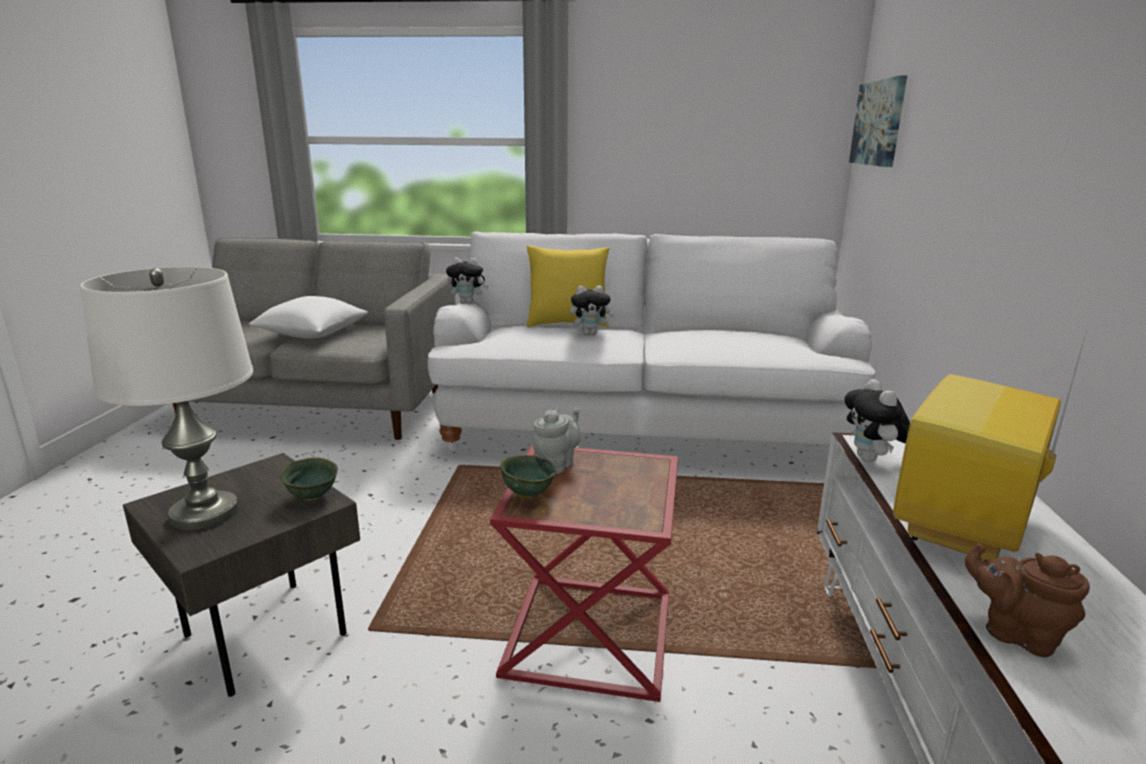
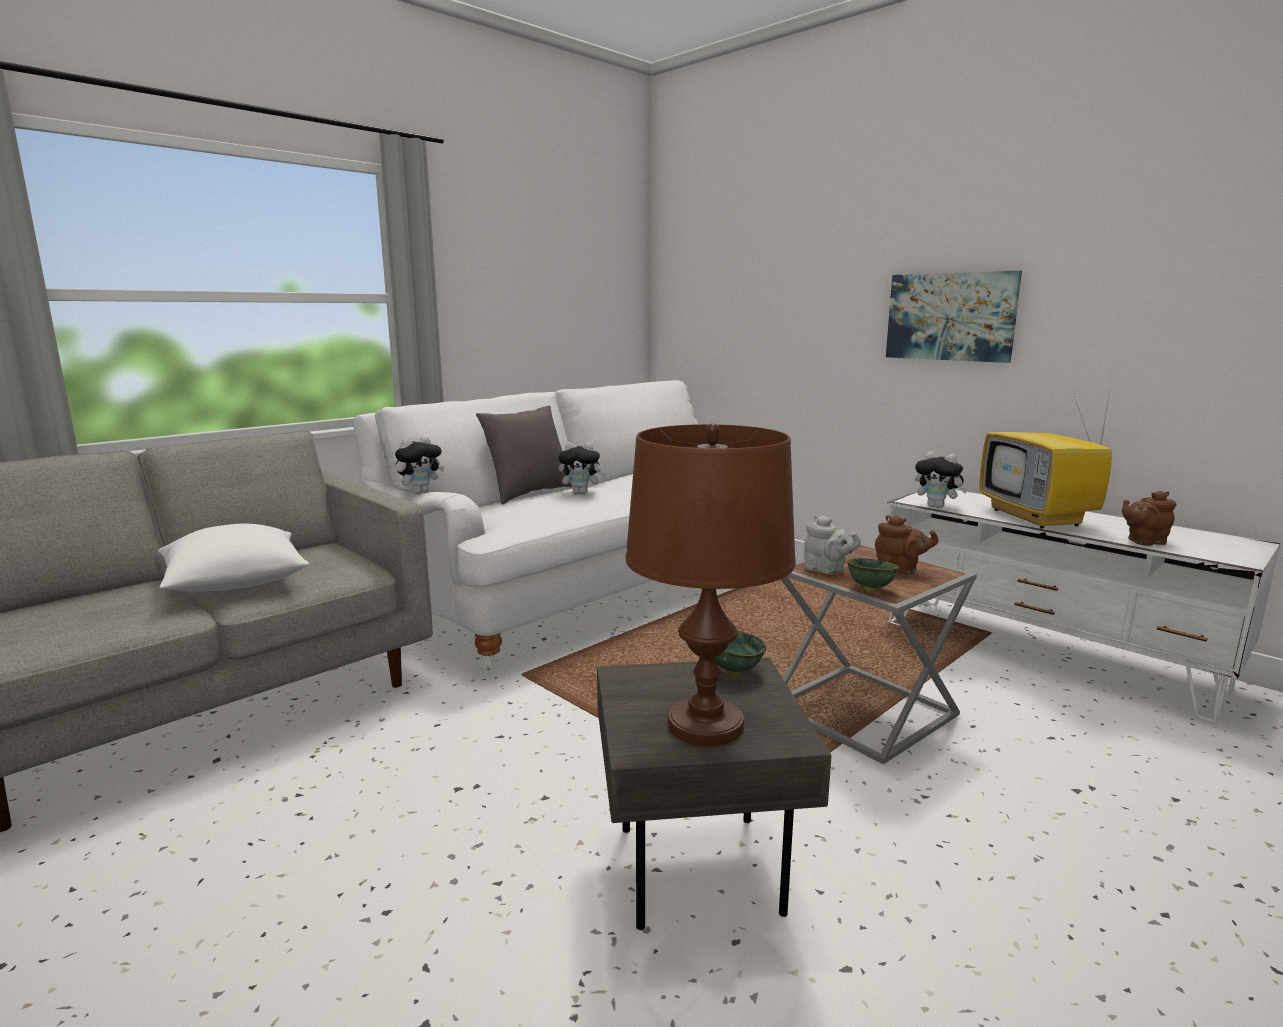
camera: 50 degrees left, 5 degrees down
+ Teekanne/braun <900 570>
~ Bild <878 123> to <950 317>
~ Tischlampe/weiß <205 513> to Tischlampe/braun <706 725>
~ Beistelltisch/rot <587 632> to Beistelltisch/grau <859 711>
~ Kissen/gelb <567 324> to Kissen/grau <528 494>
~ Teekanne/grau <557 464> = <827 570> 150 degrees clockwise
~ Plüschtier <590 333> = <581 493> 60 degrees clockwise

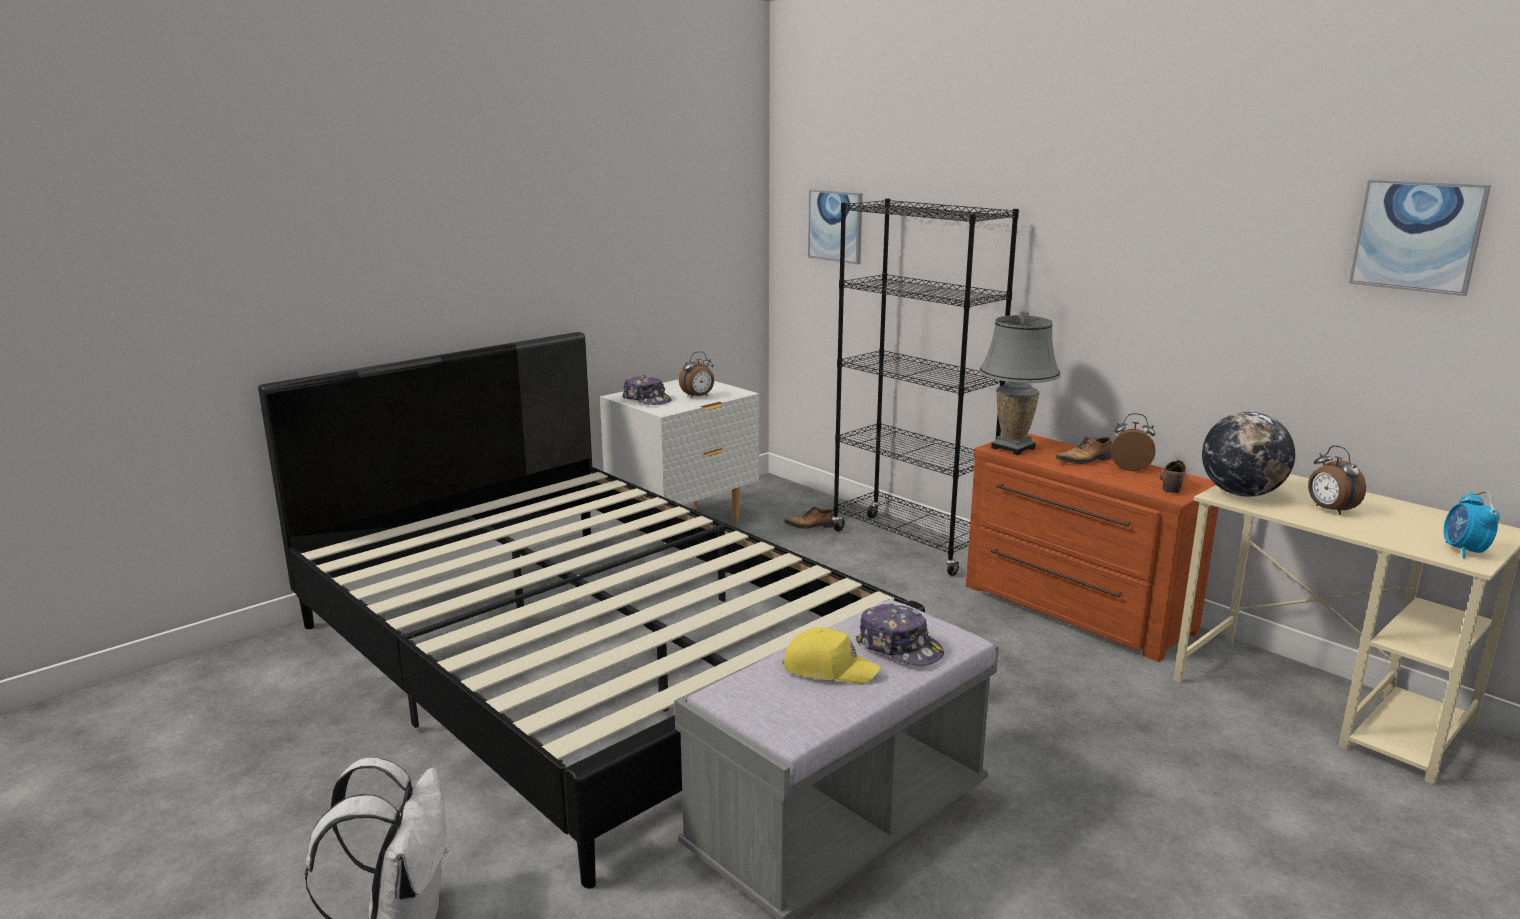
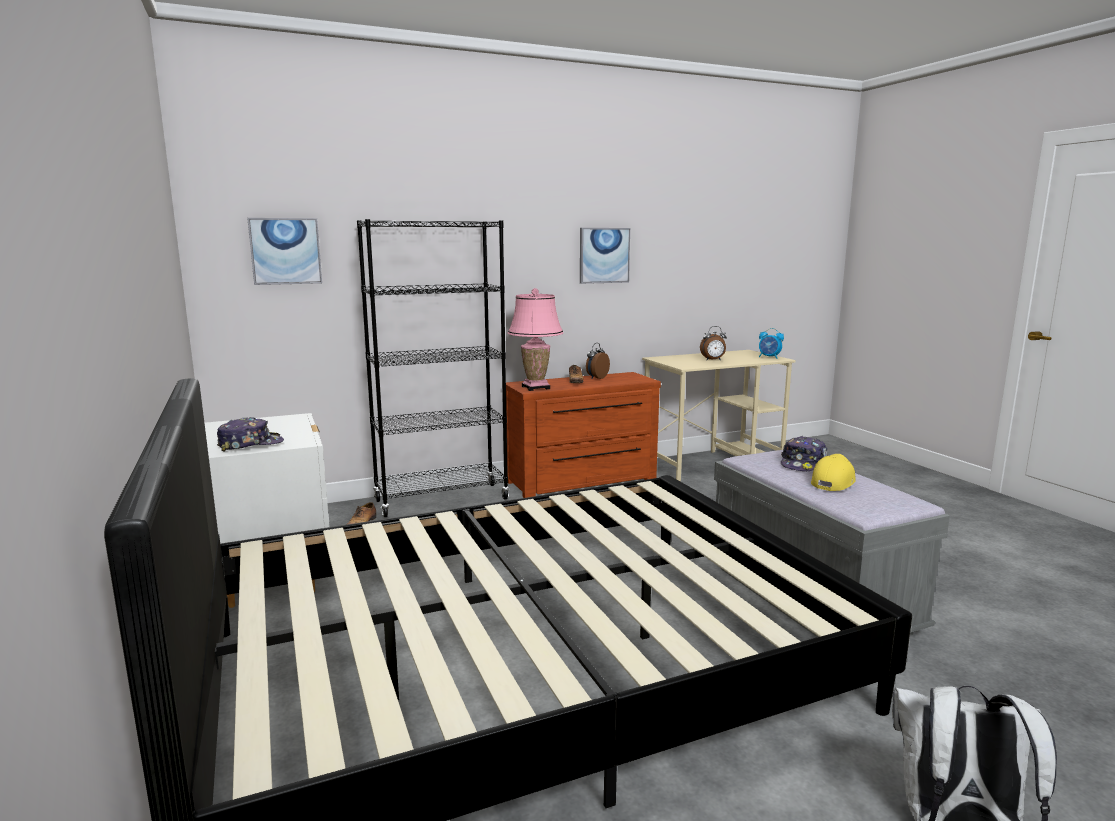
camera: 70 degrees left, 5 degrees down
- Wecker <698 397>
- Schuh <1172 483>
- Globus <1241 493>
~ Bild <1417 236> to <604 255>
~ Tischlampe/grau <1012 448> to Tischlampe/rosa <535 387>
~ Kappe <899 647> = <803 463> 150 degrees clockwise

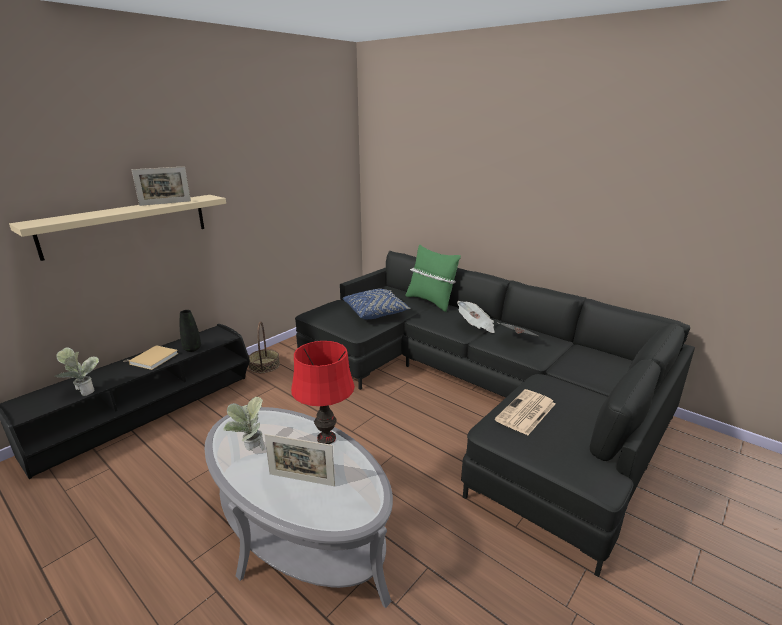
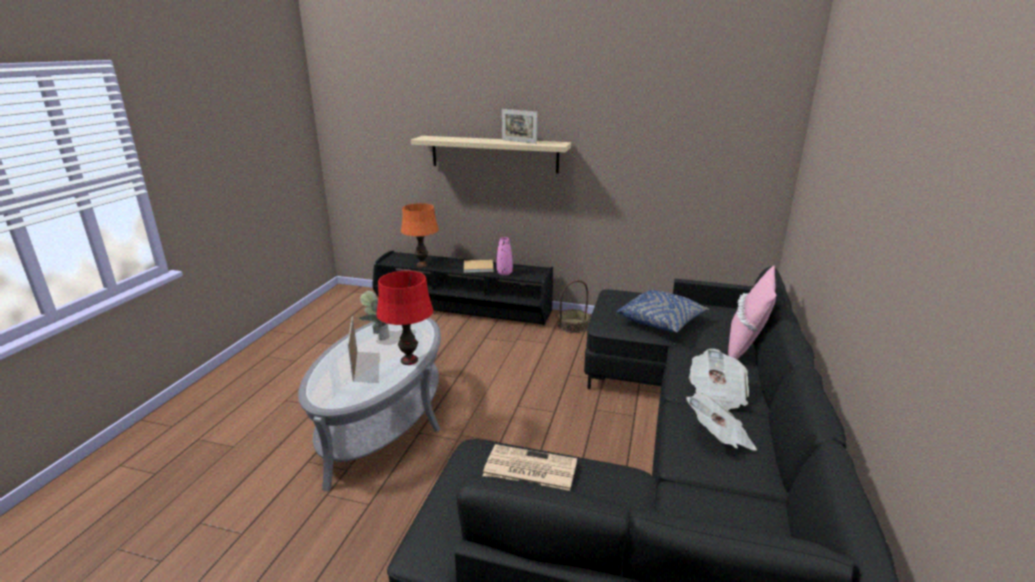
camera: 65 degrees right, 0 degrees up
~ Topfpflanze <83 391> to Tischlampe/orange <422 265>
~ Vase/schwarz <192 349> to Vase/rosa <504 273>
~ Kissen/grün <431 301> to Kissen/rosa <745 347>

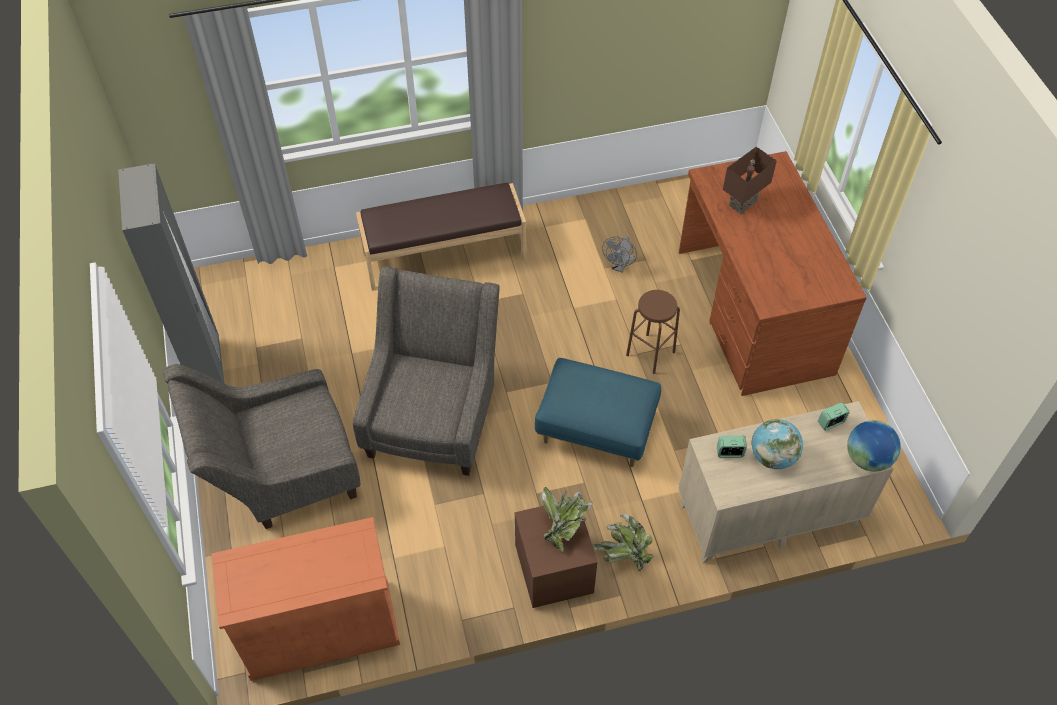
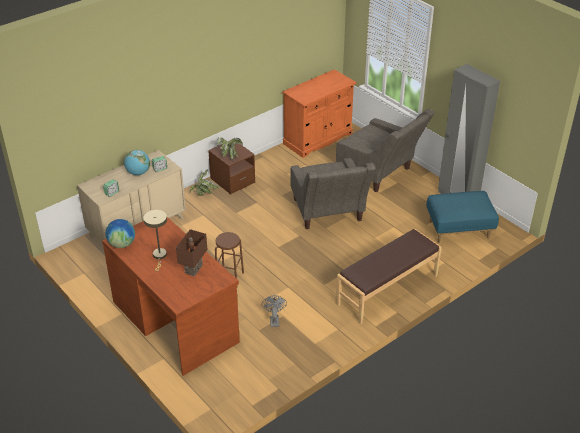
camera: 155 degrees right, 15 degrees down
+ Tischlampe/beige <159 256>
~ Polsterhocker/blau <597 430> to <458 230>
~ Globus <867 459> to <122 244>
~ Sessel/grau <281 474> = <380 174> 90 degrees clockwise

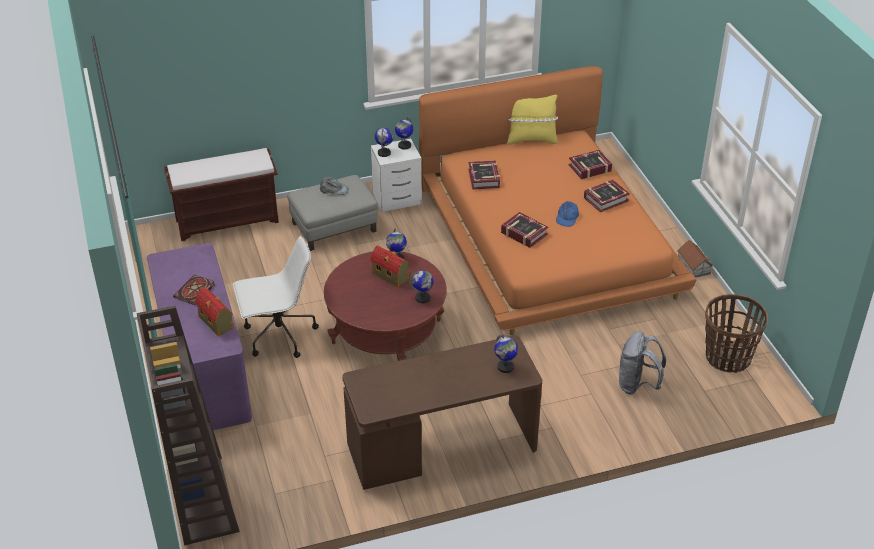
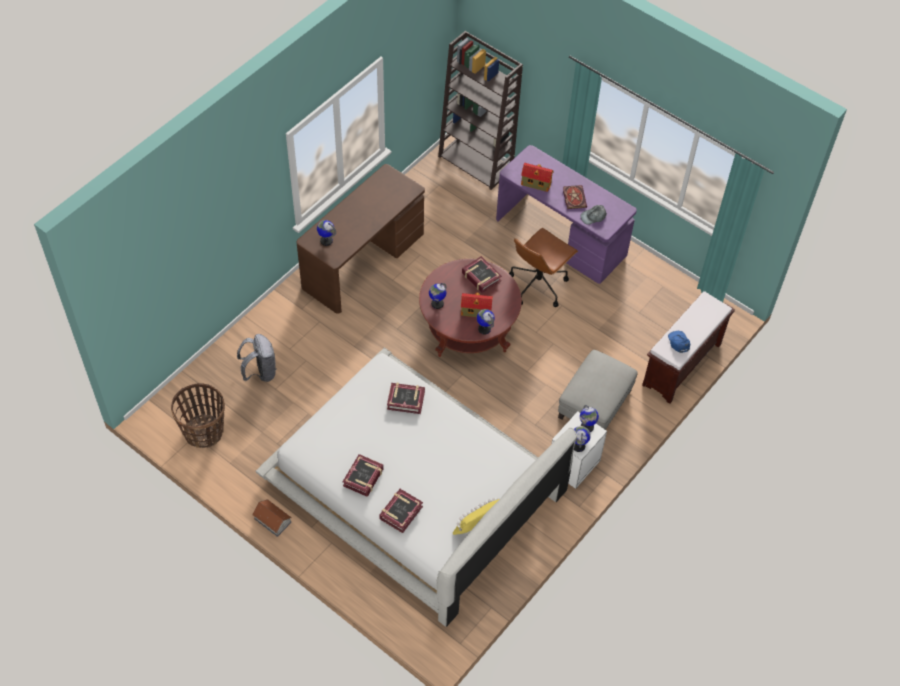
camera: 145 degrees right, 15 degrees up
~ Kappe/grau <334 189> to <593 216>
~ Buch <484 178> to <481 277>
~ Kappe/blau <567 217> to <678 342>
~ Bürostuhl/weiß <278 336> to Bürostuhl/braun <538 285>
~ Bett/orange <547 238> to Bett/weiß <414 487>

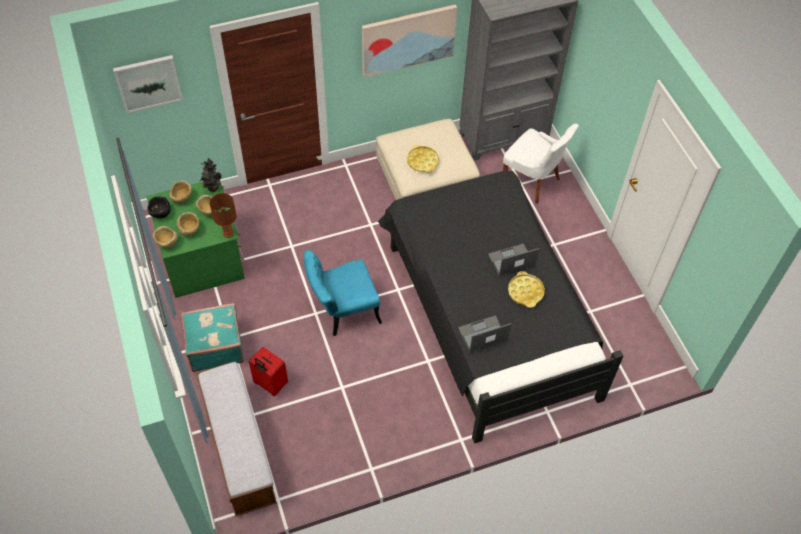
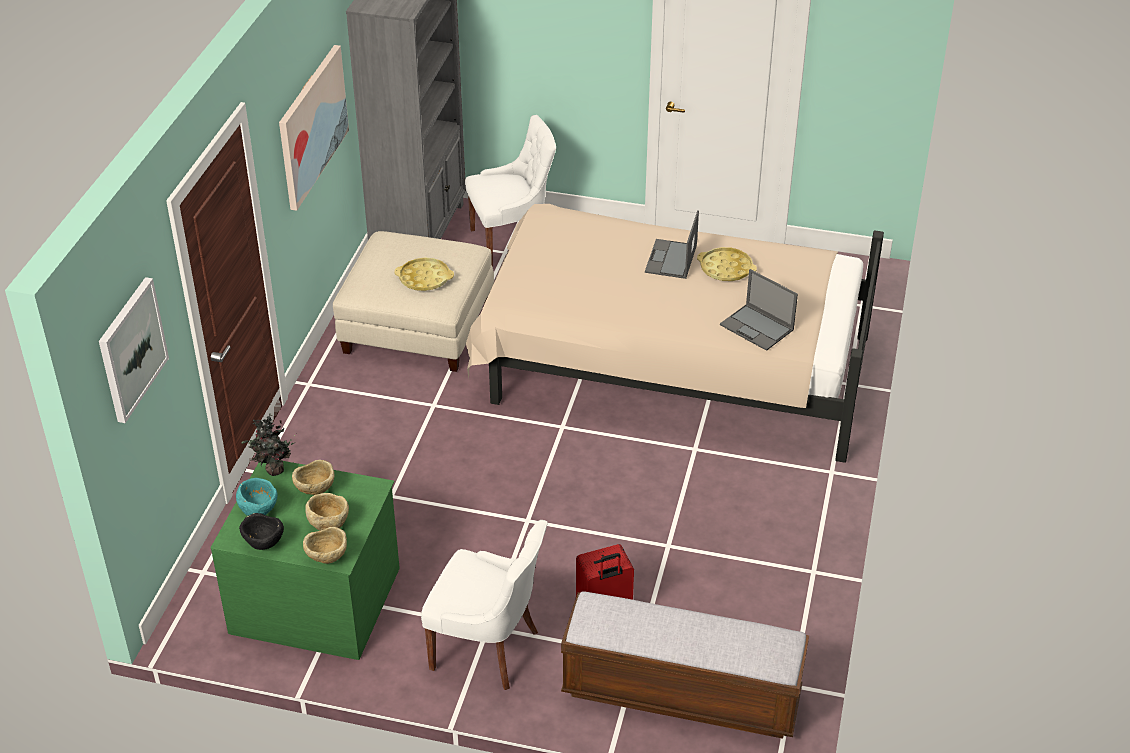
camera: 55 degrees left, 15 degrees down
- Tischlampe/braun <228 233>
- Stuhl/türkis <342 312>
~ Koffer/türkis <215 346> to Stuhl/weiß <488 649>
~ Schüssel/beige <182 199> to Schüssel/türkis <259 510>
~ Bett/schwarz <488 312> to Bett/beige <669 365>
~ Laptop <482 334> = <757 327> 60 degrees counterclockwise

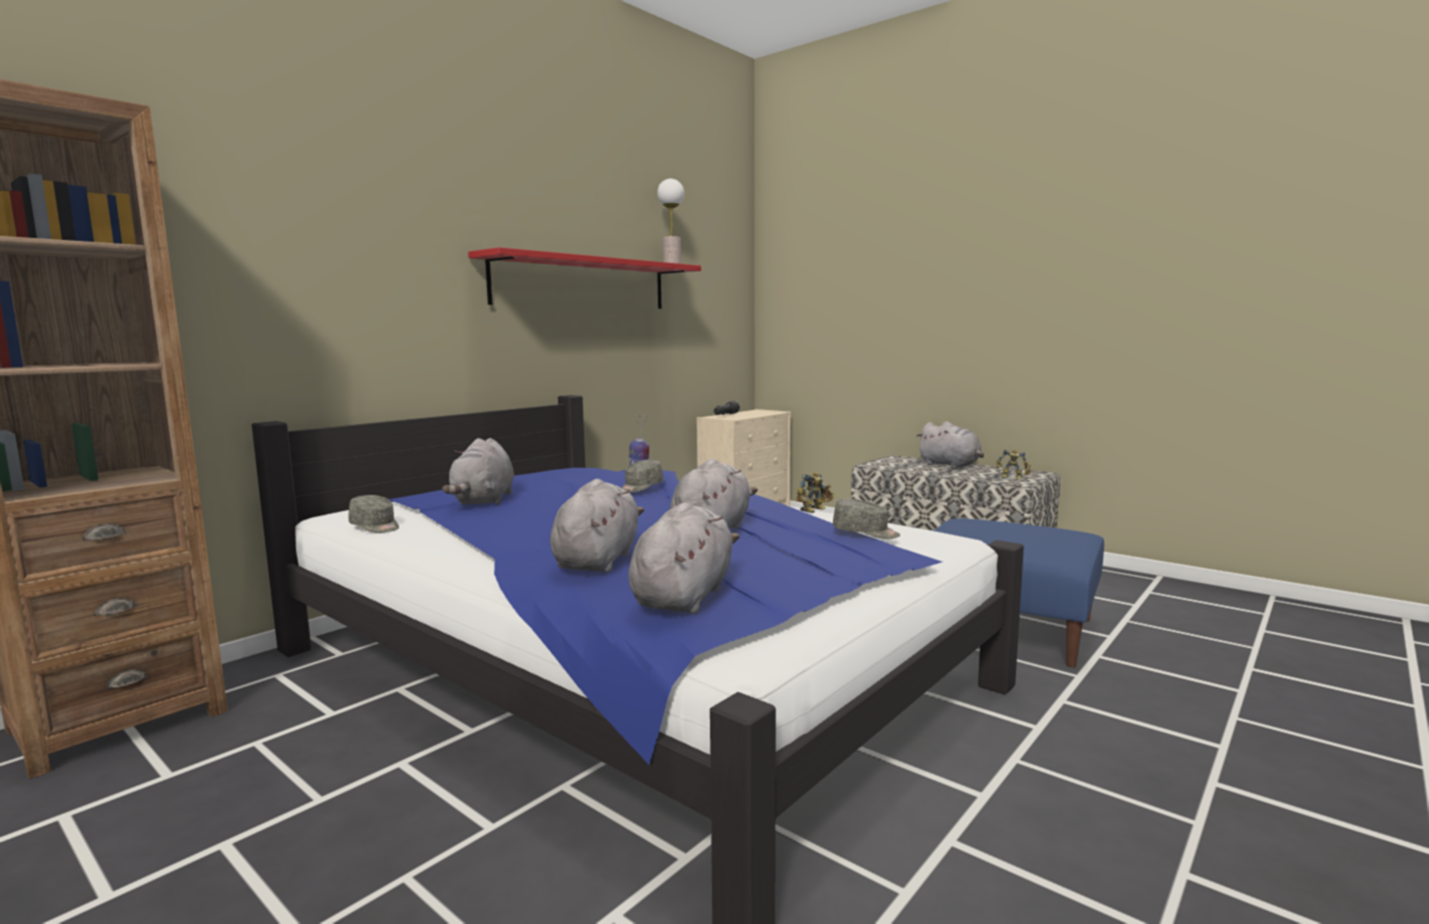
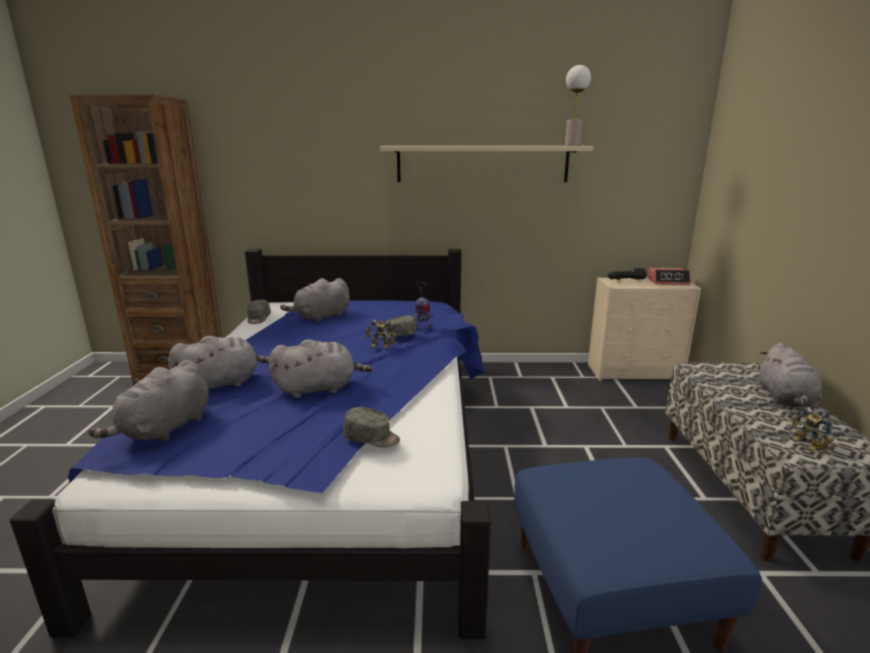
camera: 50 degrees right, 10 degrees up
+ Wecker <668 281>
~ Spielzeugroboter <815 510> to <381 346>
~ Wandregal/rot <582 284> to Wandregal/beige <482 164>
~ Plüschtier/grau <684 596> = <165 429> 135 degrees clockwise
~ Kappe/grau <866 533> = <372 438> 60 degrees counterclockwise

